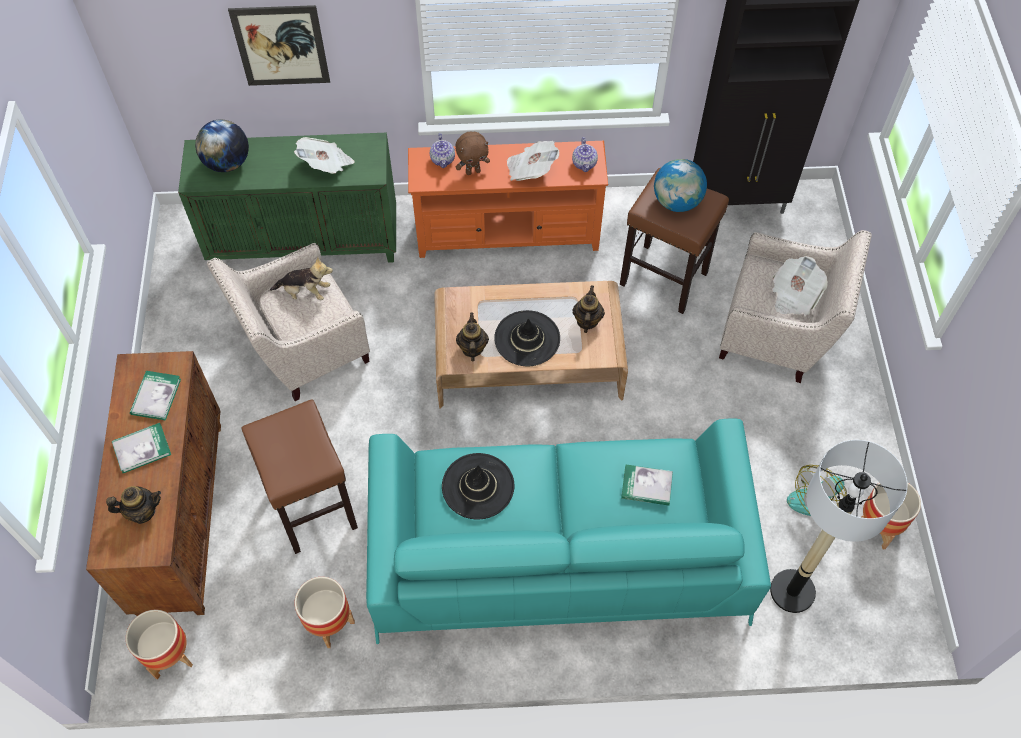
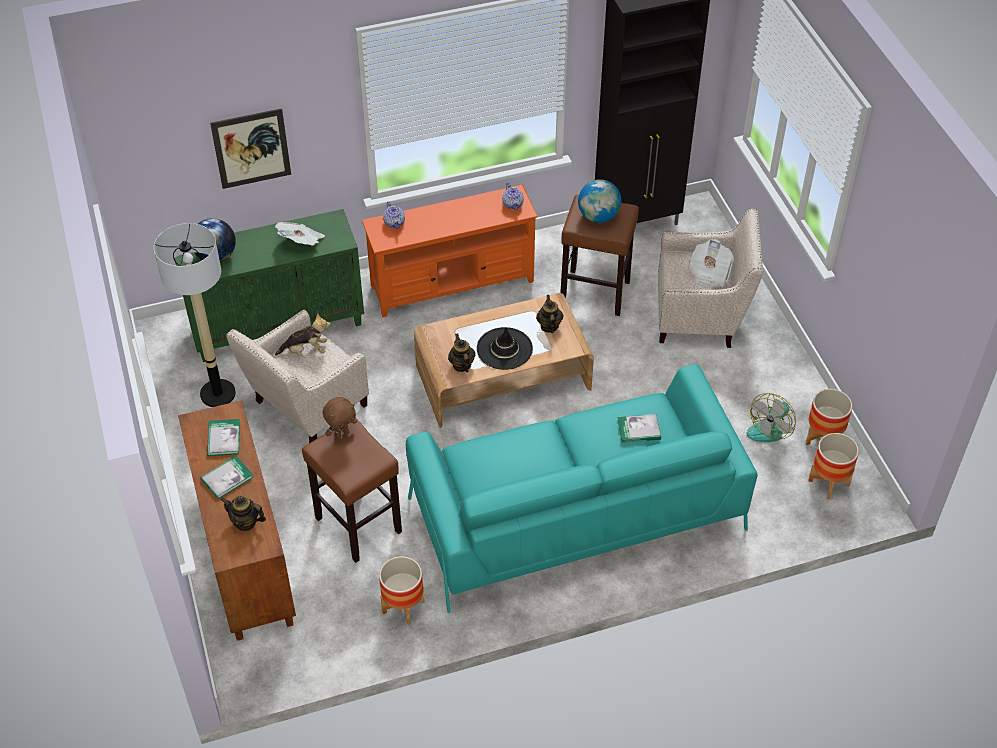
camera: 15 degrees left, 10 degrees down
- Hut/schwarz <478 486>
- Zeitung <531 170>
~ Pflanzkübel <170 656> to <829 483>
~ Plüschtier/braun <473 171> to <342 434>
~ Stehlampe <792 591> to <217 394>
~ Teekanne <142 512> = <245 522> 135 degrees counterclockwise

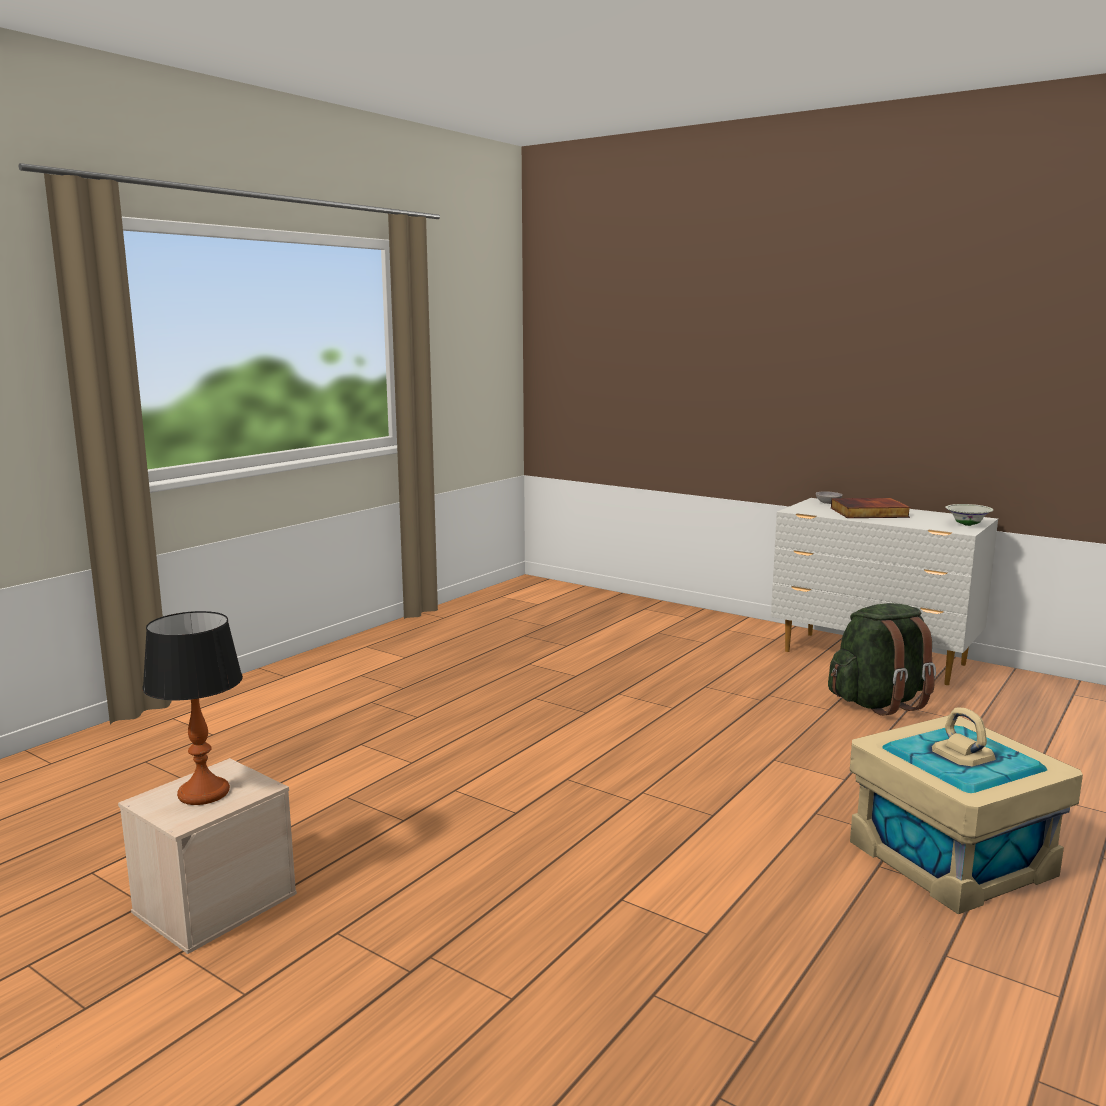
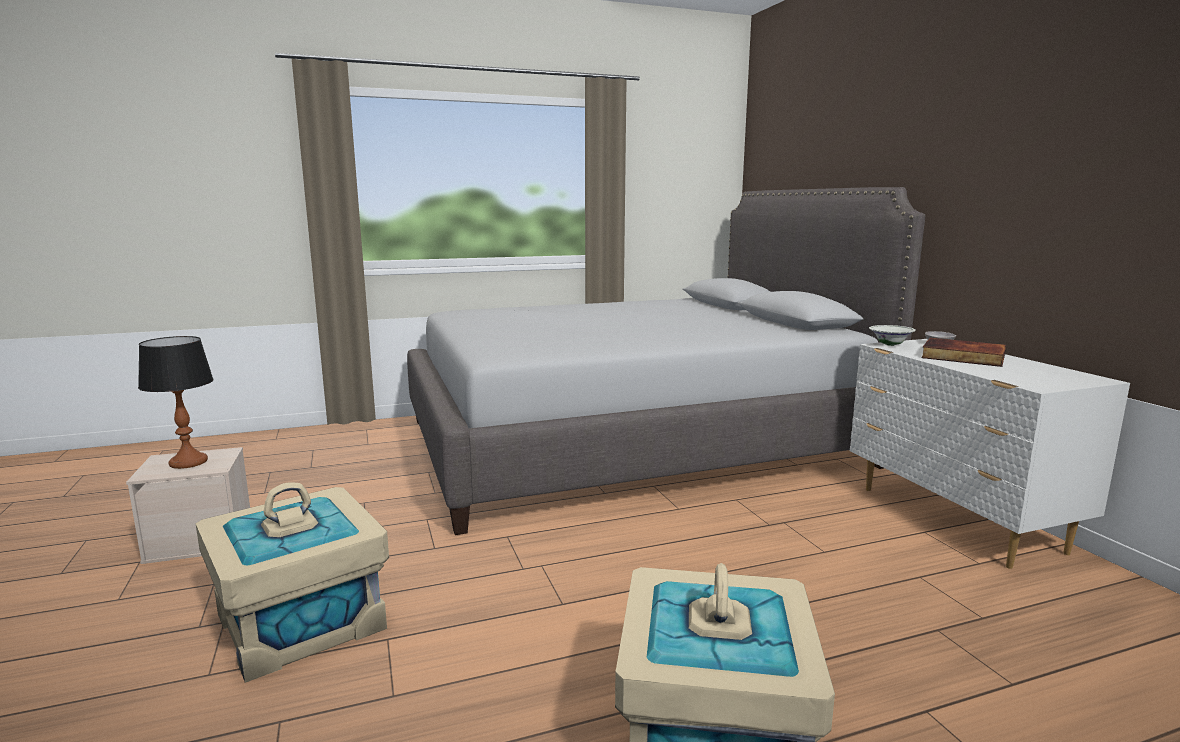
camera: 35 degrees right, 0 degrees up
- Rucksack/grün <879 703>
+ Aufbewahrungsbox/beige <301 622>
+ Bett/grau <632 442>
~ Schüssel/weiß <967 525> to <890 345>

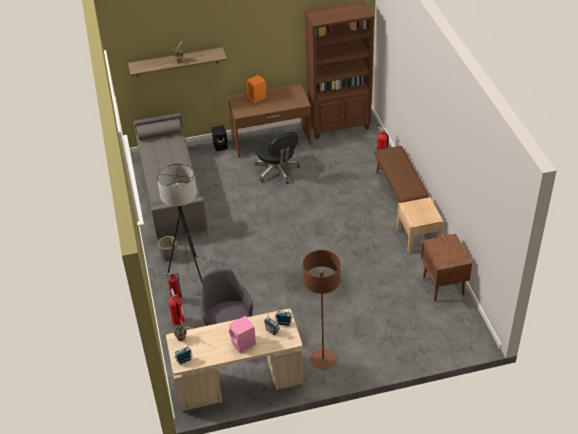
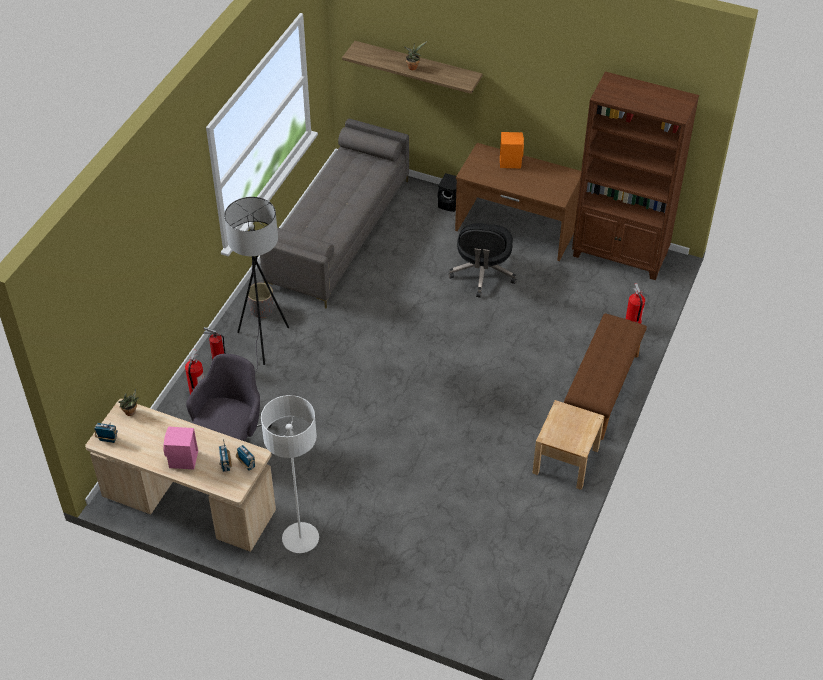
camera: 35 degrees right, 5 degrees up
- Nachttisch/braun <443 286>
~ Stehlampe/braun <323 360> to Stehlampe/weiß <300 539>

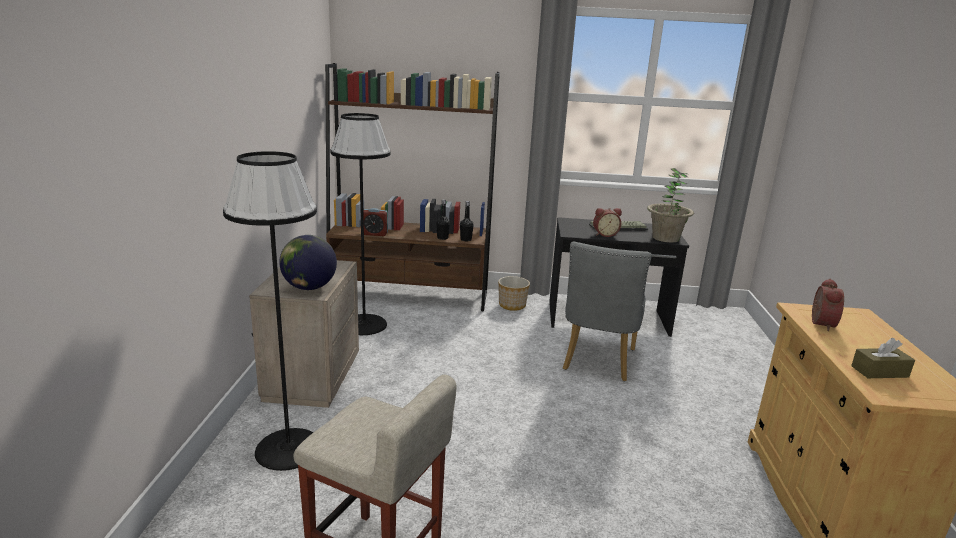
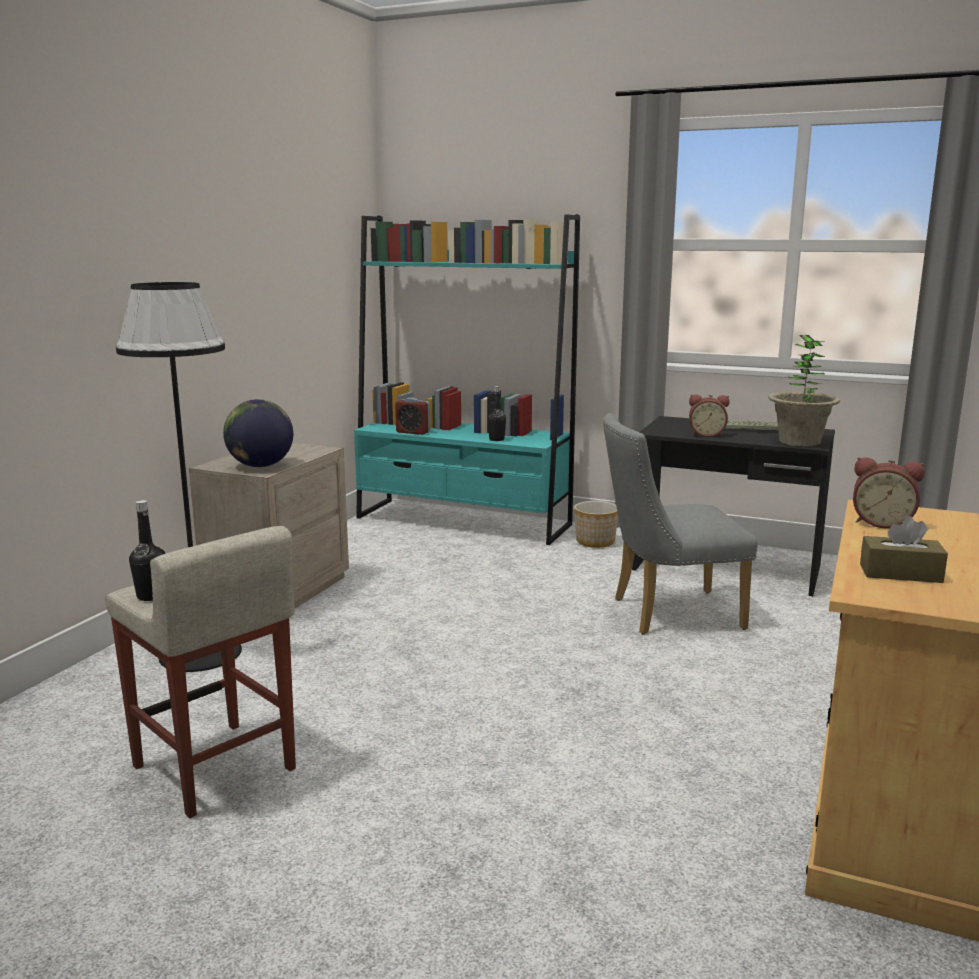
camera: 20 degrees right, 5 degrees down
- Stehlampe/schwarz <364 325>
~ Flasche/schwarz <466 239> to <151 596>
~ Bücherregal/braun <409 295> to Bücherregal/türkis <463 521>
~ Stuhl/grau <597 362> = <667 613> 45 degrees clockwise
~ Wecker <819 323> = <882 523> 75 degrees clockwise

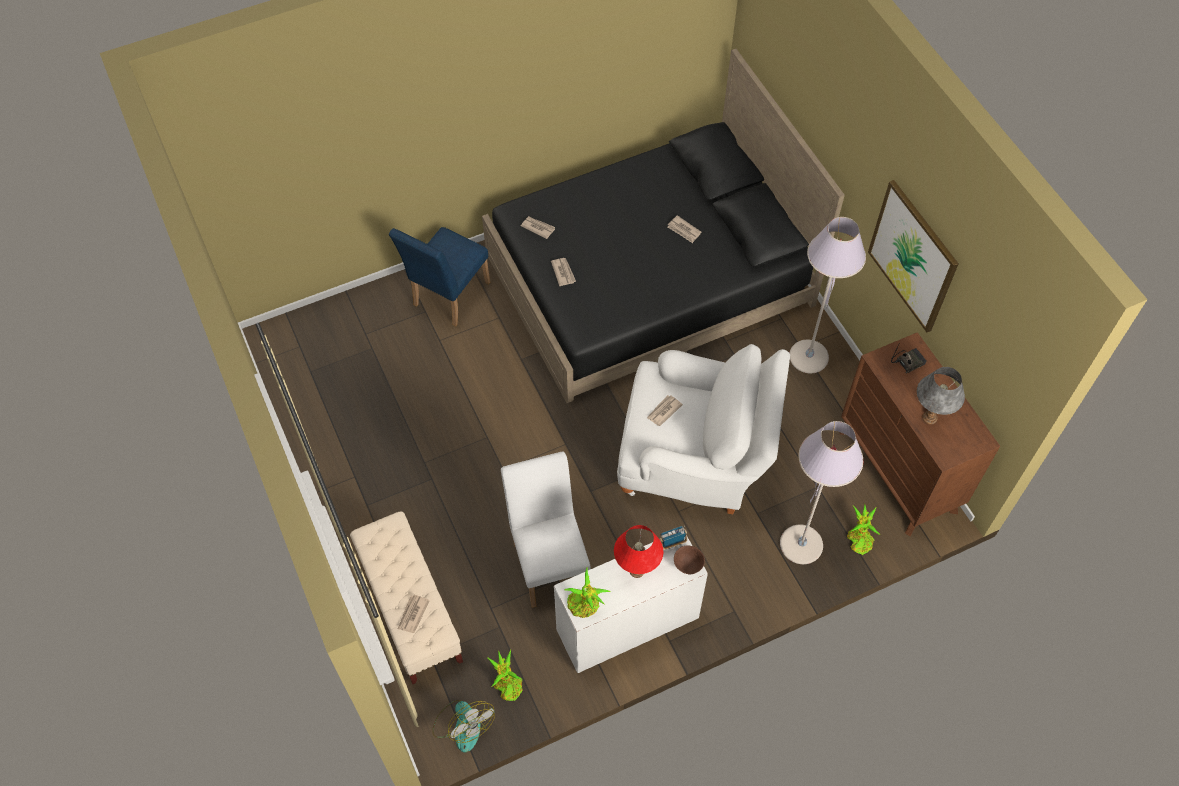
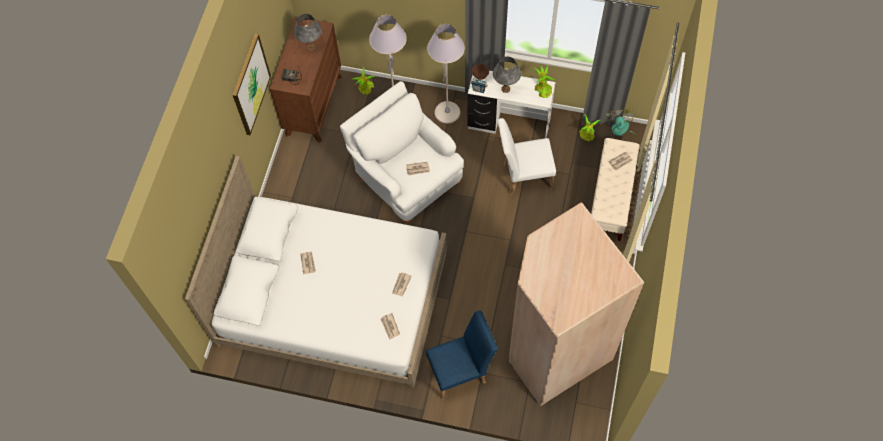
camera: 140 degrees left, 5 degrees up
+ Kleiderschrank/beige <554 348>
~ Stehlampe/grau <808 357> to <447 113>
~ Bett/schwarz <649 280> to Bett/weiß <333 297>
~ Tischlampe/rot <637 570> to Tischlampe/grau <505 88>
~ Stuhl/weiß <549 561> = <523 177> 60 degrees clockwise

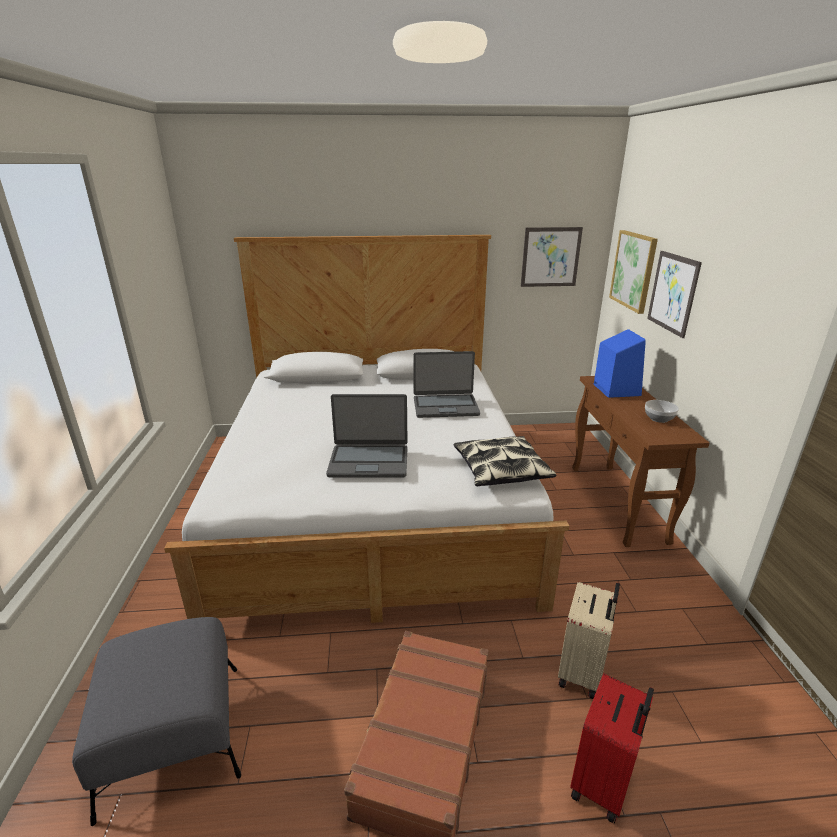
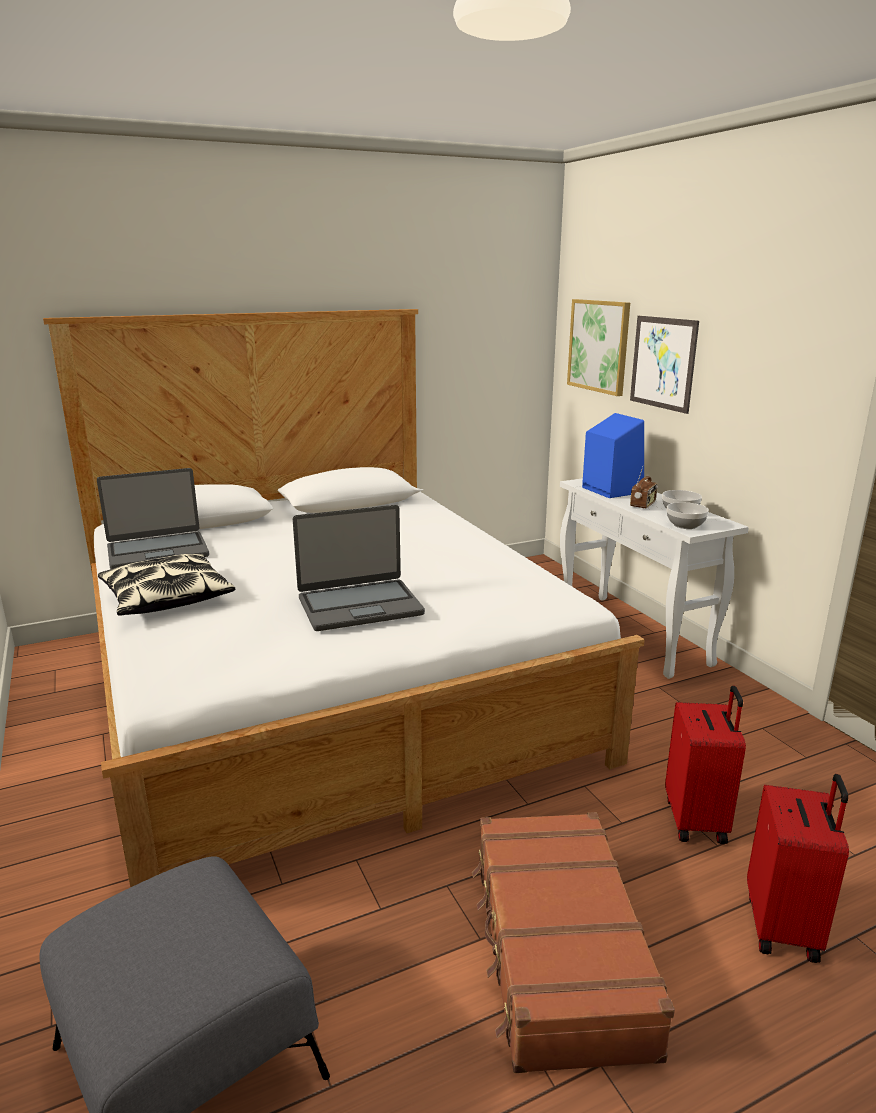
camera: 20 degrees left, 5 degrees down
- Bild <550 257>
+ Radio <643 505>
+ Schüssel <685 525>
~ Laptop <445 406> to <157 551>
~ Kissen <501 470> to <166 598>
~ Koffer/beige <582 672> to Koffer/rot <697 820>
~ Konsolentisch/braun <617 503> to Konsolentisch/weiß <633 634>

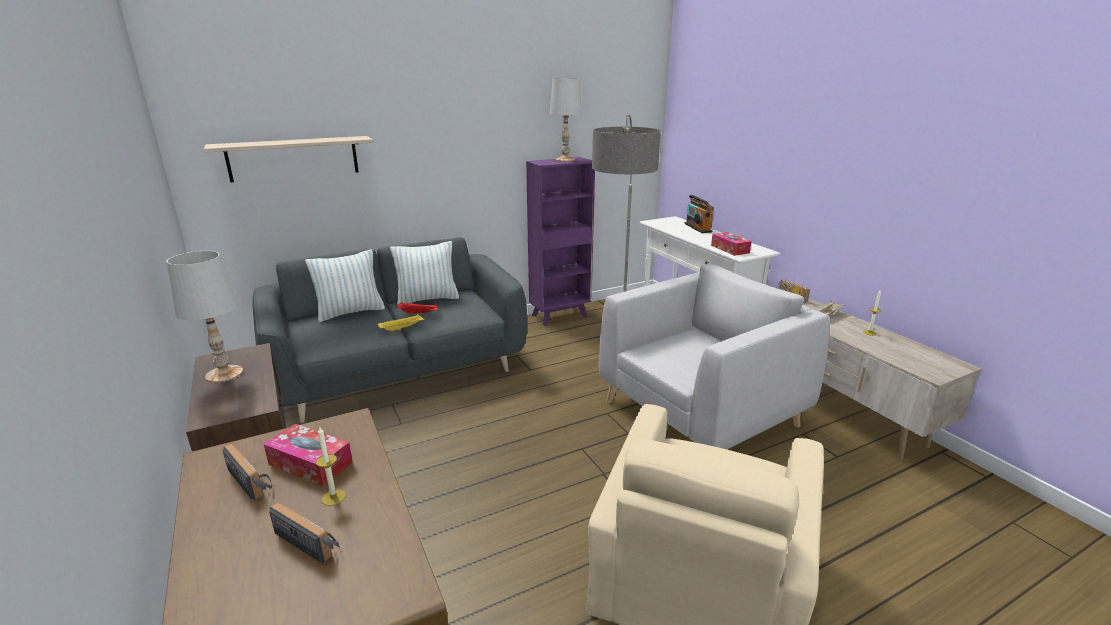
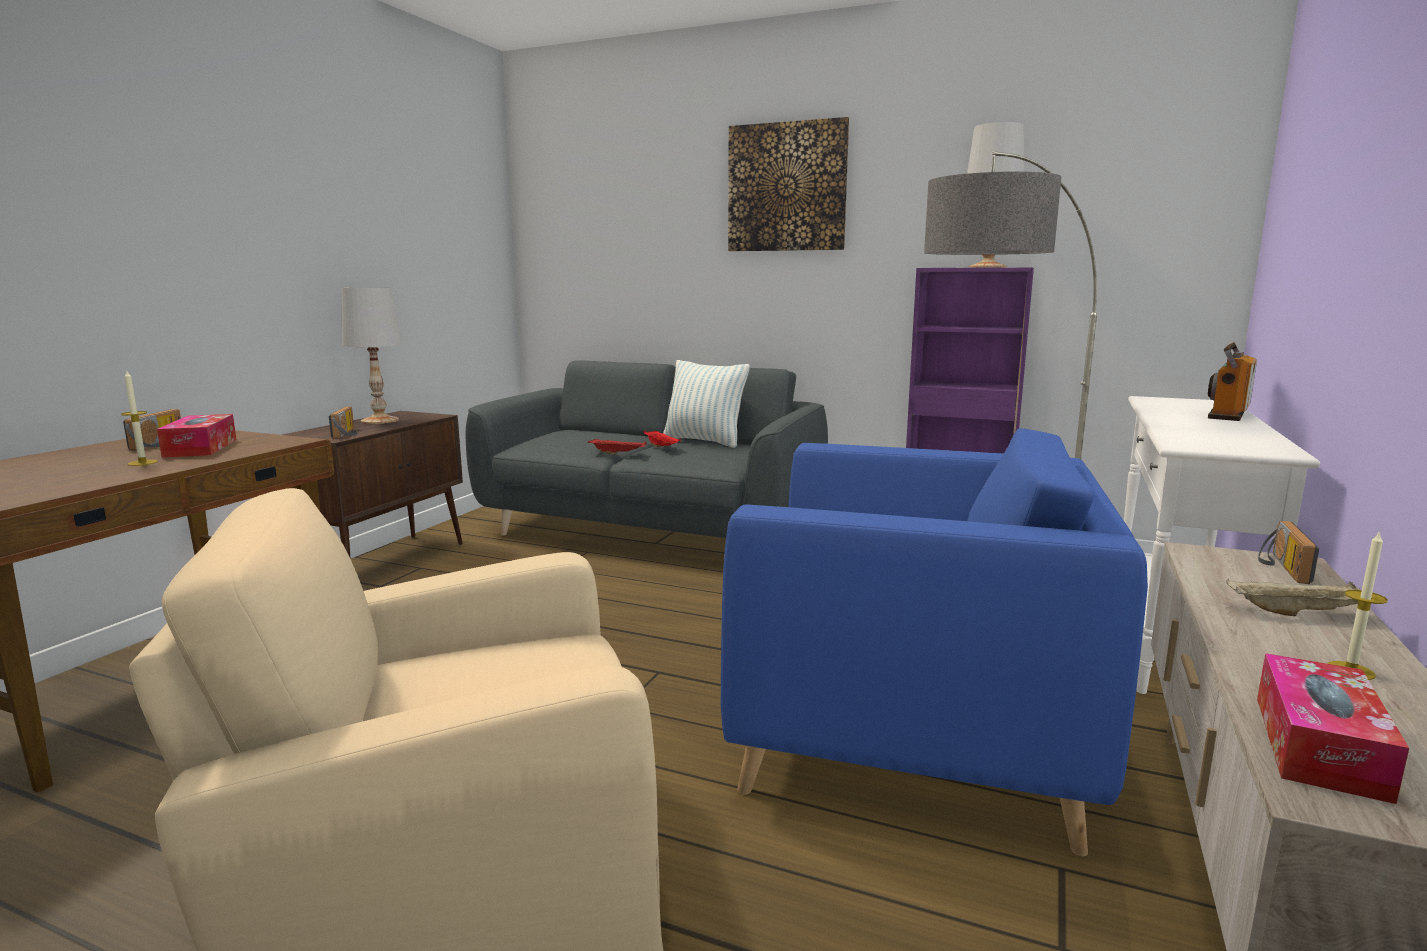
camera: 50 degrees right, 10 degrees down
- Wandregal <293 158>
- Kissen <350 312>
+ Bild <787 187>
~ Radio <311 541> to <348 433>
~ Taschentuchbox <730 249> to <1319 746>
~ Tablett/gelb <402 328> to Tablett/rot <618 454>
~ Sessel/grau <700 413> to Sessel/blau <913 729>

